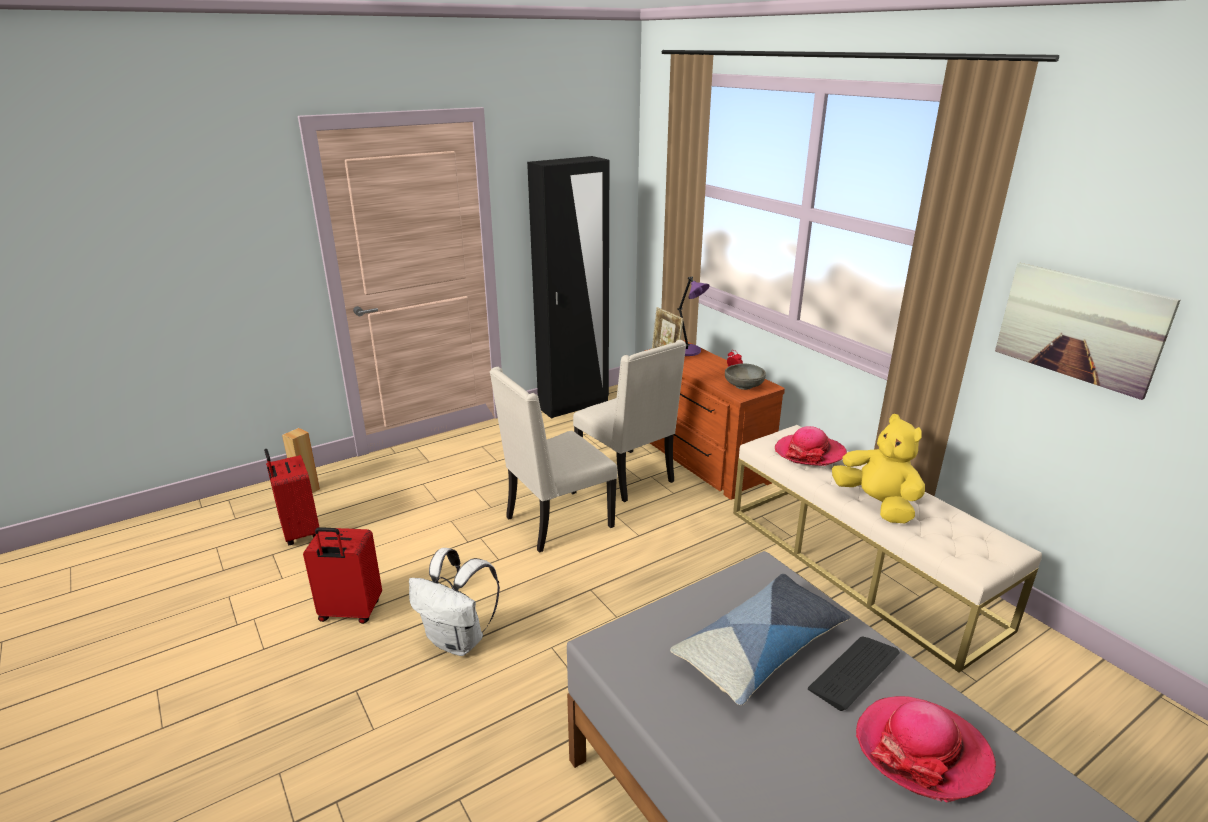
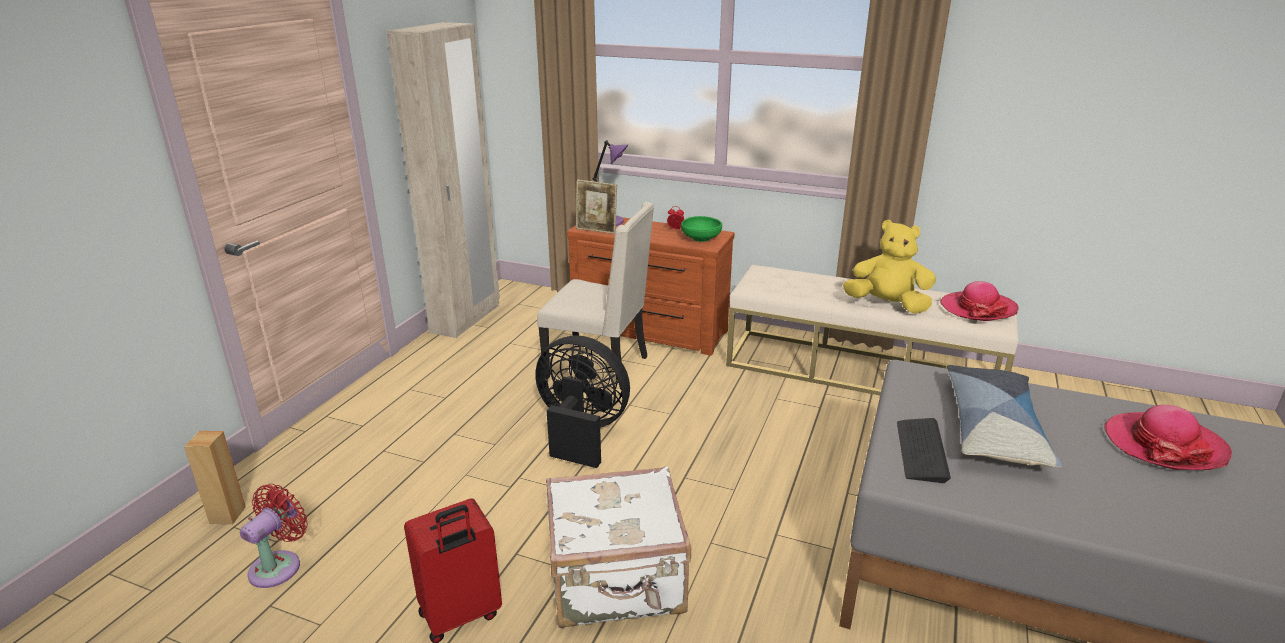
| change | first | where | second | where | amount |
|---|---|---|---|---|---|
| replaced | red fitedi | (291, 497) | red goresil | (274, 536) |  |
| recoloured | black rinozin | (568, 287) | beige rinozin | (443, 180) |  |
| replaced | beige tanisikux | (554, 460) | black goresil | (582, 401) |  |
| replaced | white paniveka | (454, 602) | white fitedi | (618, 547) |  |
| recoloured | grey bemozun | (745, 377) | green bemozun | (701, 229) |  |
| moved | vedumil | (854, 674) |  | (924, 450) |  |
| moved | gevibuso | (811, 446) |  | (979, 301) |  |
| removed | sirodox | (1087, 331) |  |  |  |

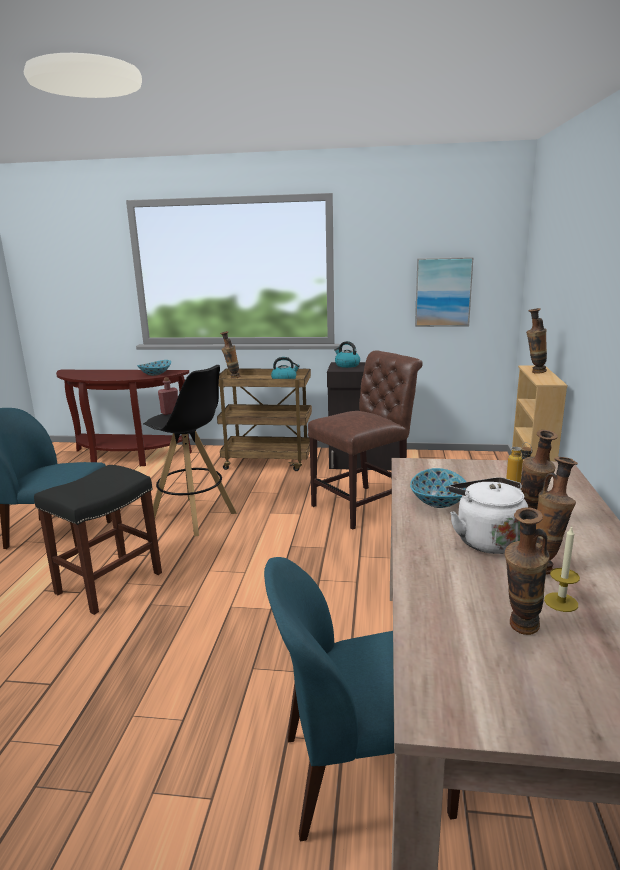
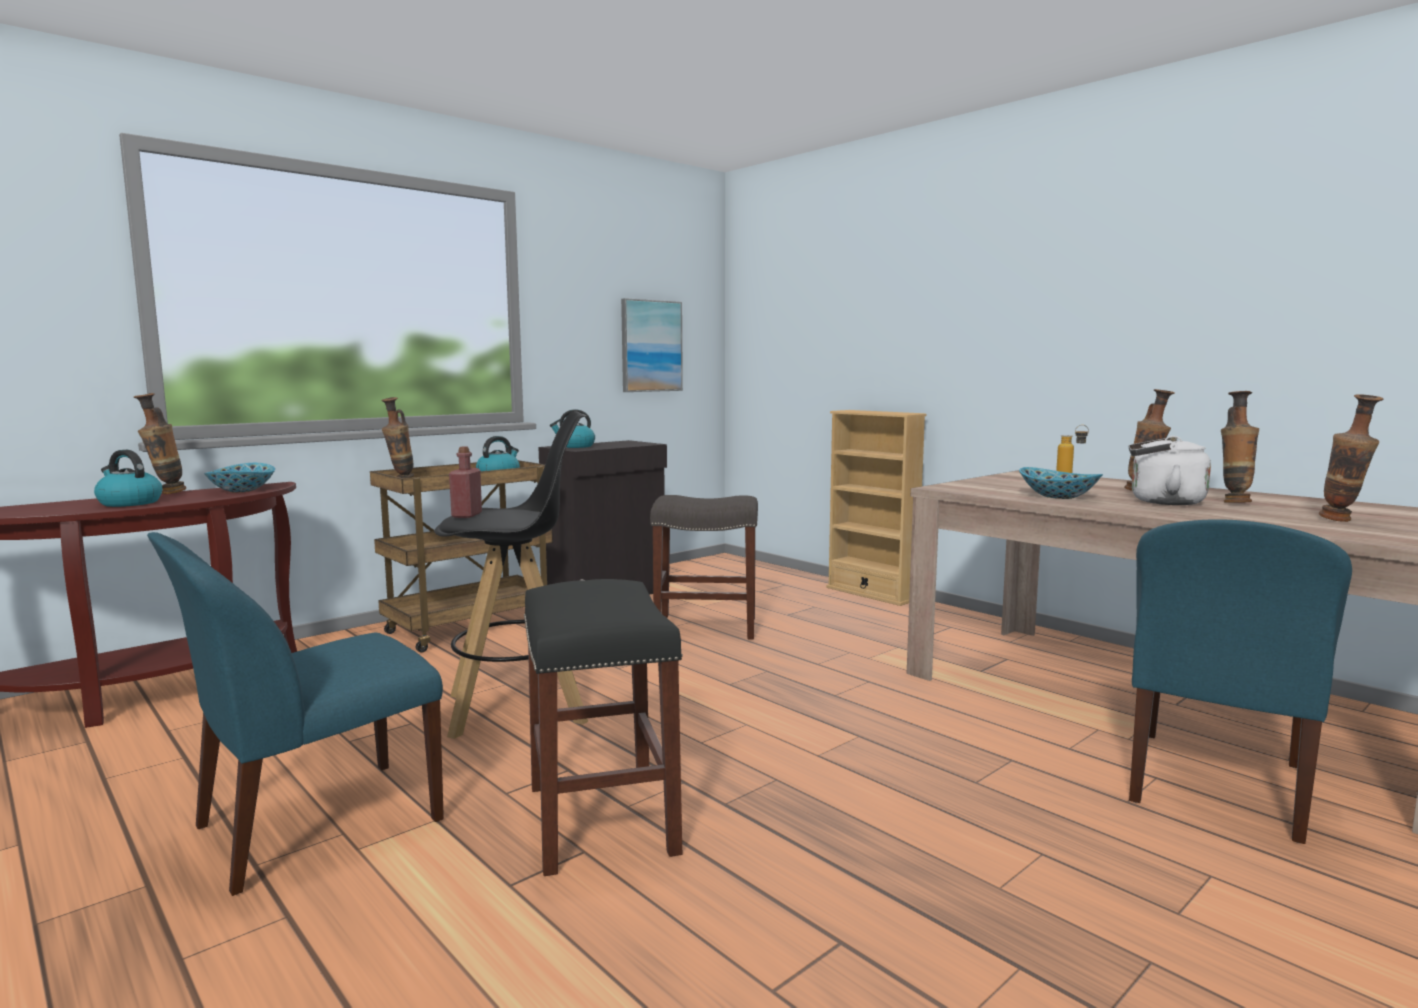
| change | first | where | second | where | amount |
|---|---|---|---|---|---|
| added |  |  | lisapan | (128, 478) |  |
| moved | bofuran | (536, 341) |  | (160, 443) |  |
| replaced | brown tanisikux | (365, 440) | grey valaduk | (704, 567) |  |
| removed | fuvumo | (562, 569) |  |  |  |

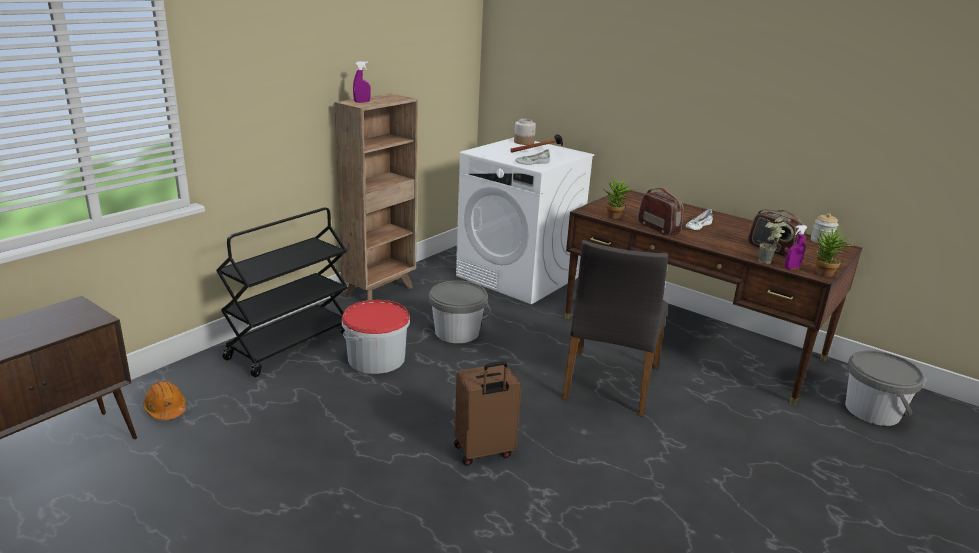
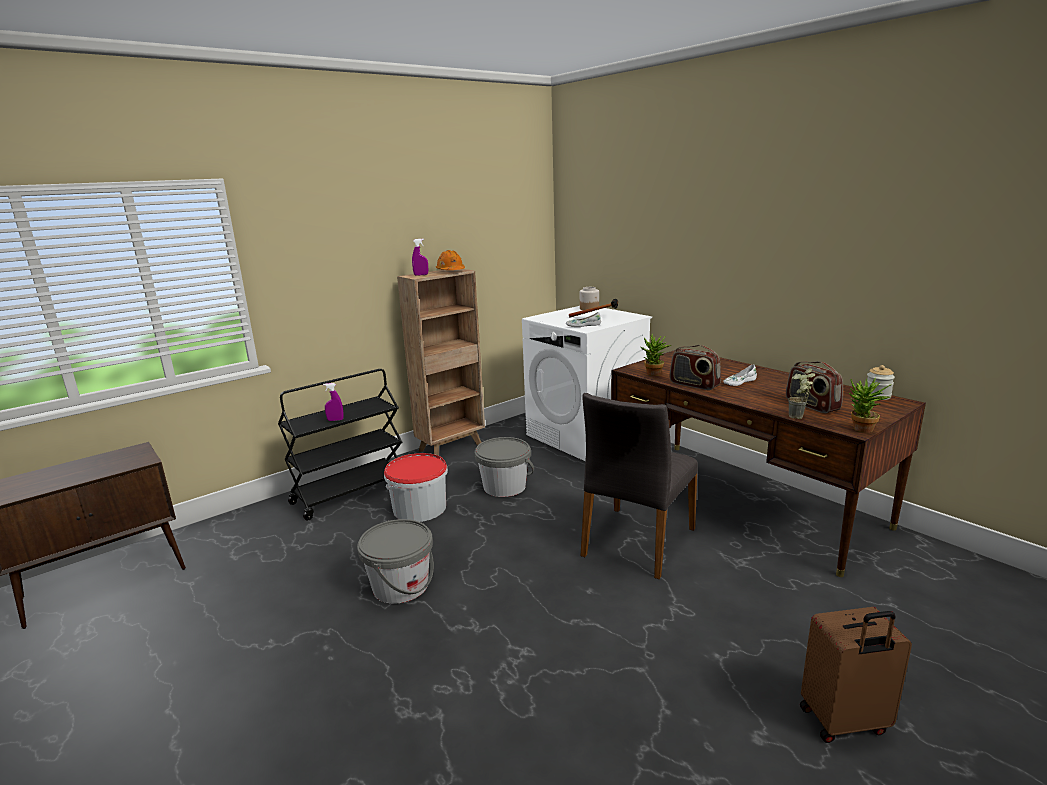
| change | first | where | second | where | amount |
|---|---|---|---|---|---|
| moved | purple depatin | (796, 247) |  | (333, 402) |  |
| moved | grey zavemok | (884, 388) |  | (395, 561) |  |
| moved | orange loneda | (164, 400) |  | (450, 260) |  |
| turned | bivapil | (660, 212) |  | (695, 367) | 150 degrees clockwise |
| moved | brown fitedi | (488, 413) |  | (856, 675) |  |

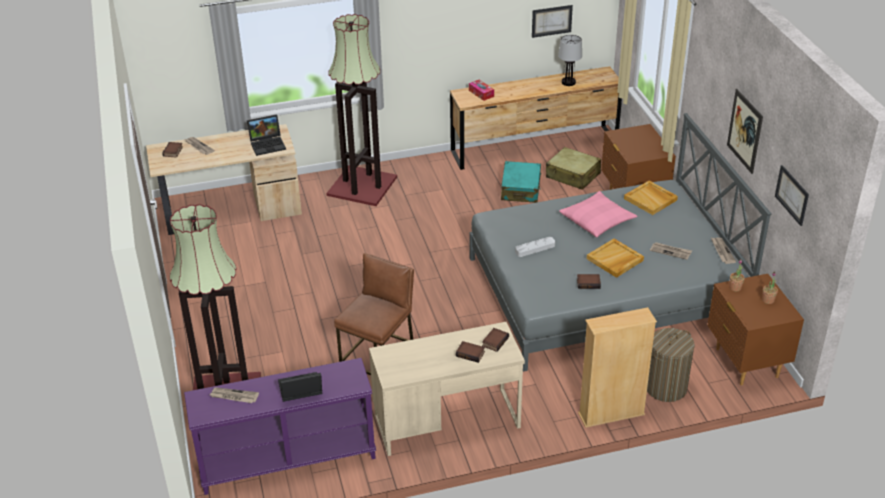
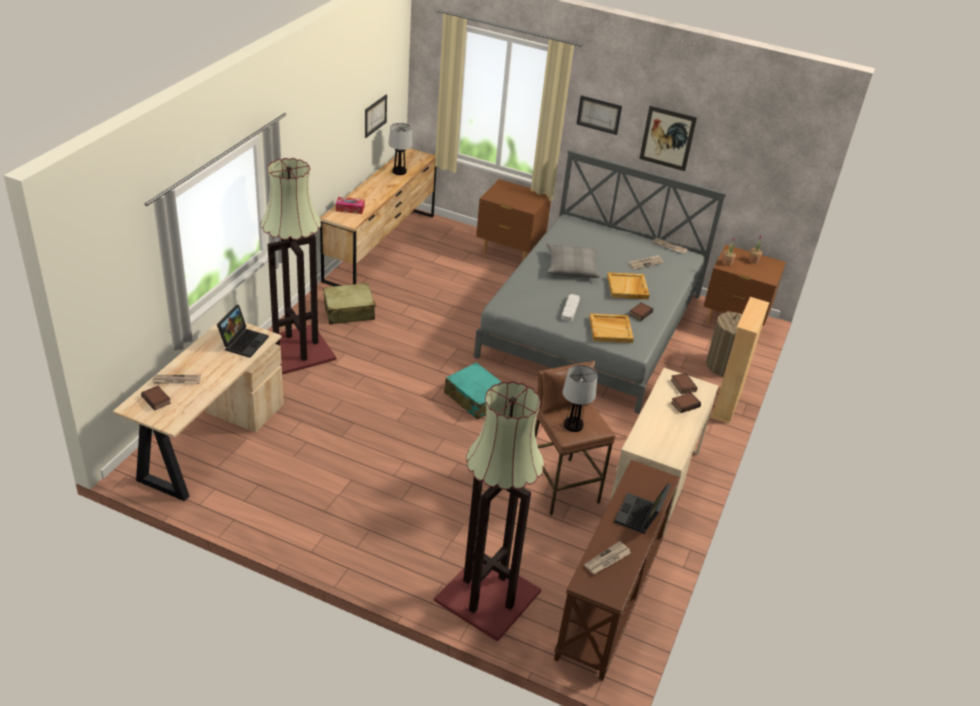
| change | first | where | second | where | amount |
|---|---|---|---|---|---|
| moved | beige fitedi | (573, 168) |  | (350, 304) |  |
| moved | turquoise fitedi | (521, 182) |  | (472, 391) |  |
| recoloured | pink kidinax | (598, 214) | grey kidinax | (573, 261) |  |
| recoloured | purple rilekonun | (280, 426) | brown rilekonun | (617, 570) |  |
| added |  |  | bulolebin | (580, 398) |  |
| moved | sirodox | (792, 195) |  | (599, 115) |  |
| moved | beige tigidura | (651, 198) |  | (611, 328) |  |

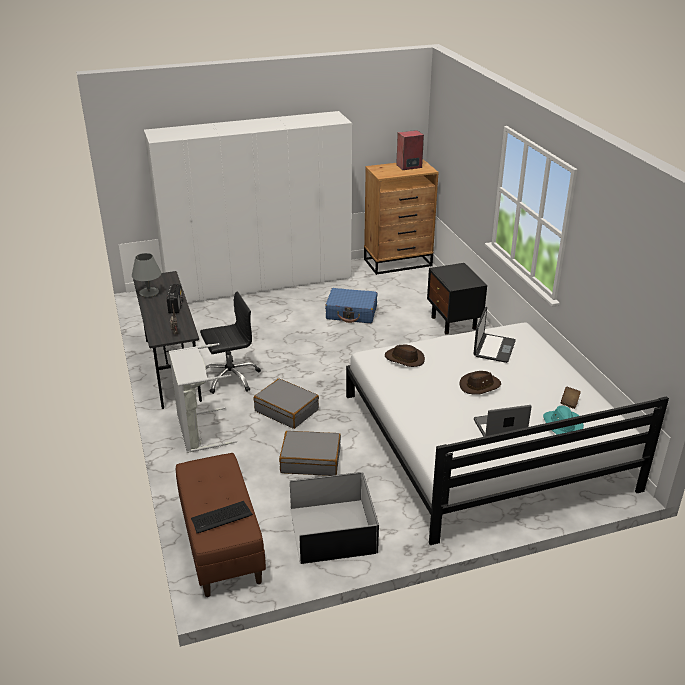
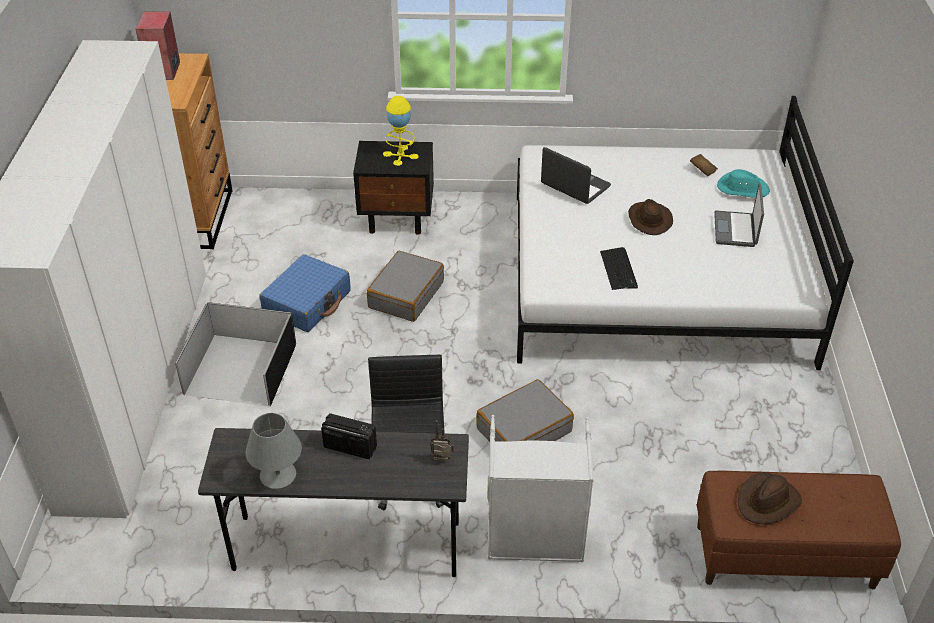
| change | first | where | second | where | amount |
|---|---|---|---|---|---|
| moved | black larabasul | (334, 518) |  | (235, 354) |  |
| moved | grey fitedi | (310, 453) |  | (405, 286) |  |
| added |  |  | yellow bulolebin | (400, 131) |  |
| moved | vedumil | (222, 517) |  | (619, 268) |  |
| moved | brown gevibuso | (405, 356) |  | (770, 498) |  |

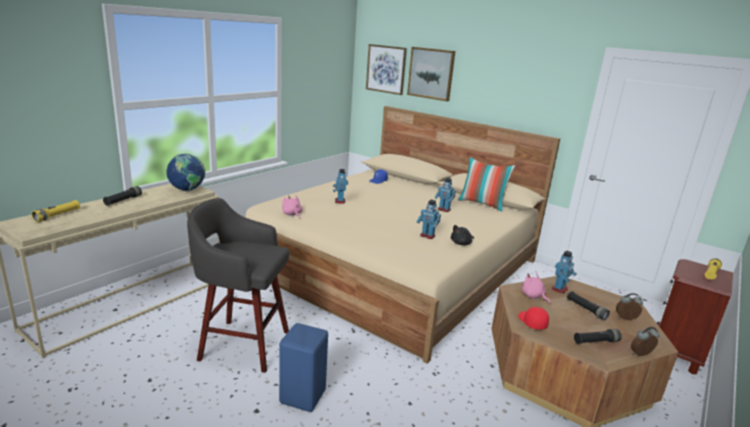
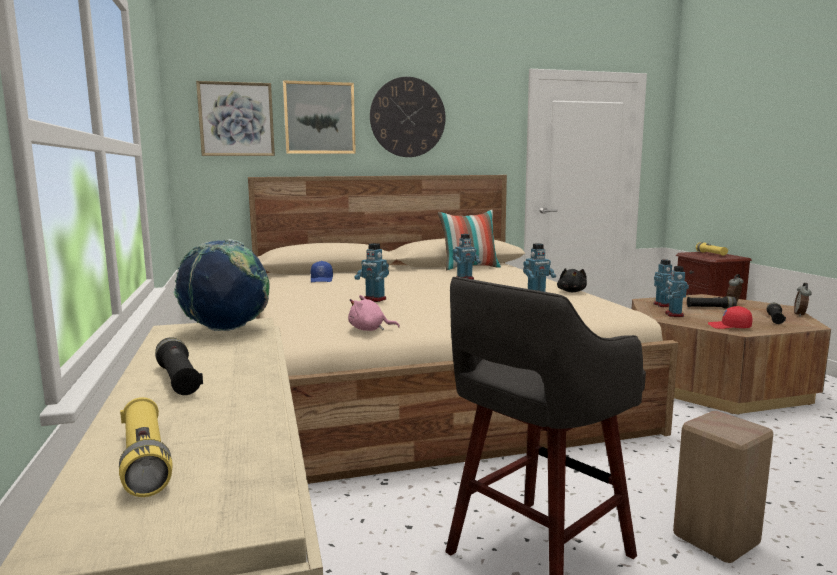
| change | first | where | second | where | amount |
|---|---|---|---|---|---|
| added |  |  | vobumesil | (408, 117) |  |
| replaced | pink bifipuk | (536, 288) | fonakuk | (675, 291) |  |
| recoloured | blue valaduk | (303, 367) | beige valaduk | (723, 487) |  |

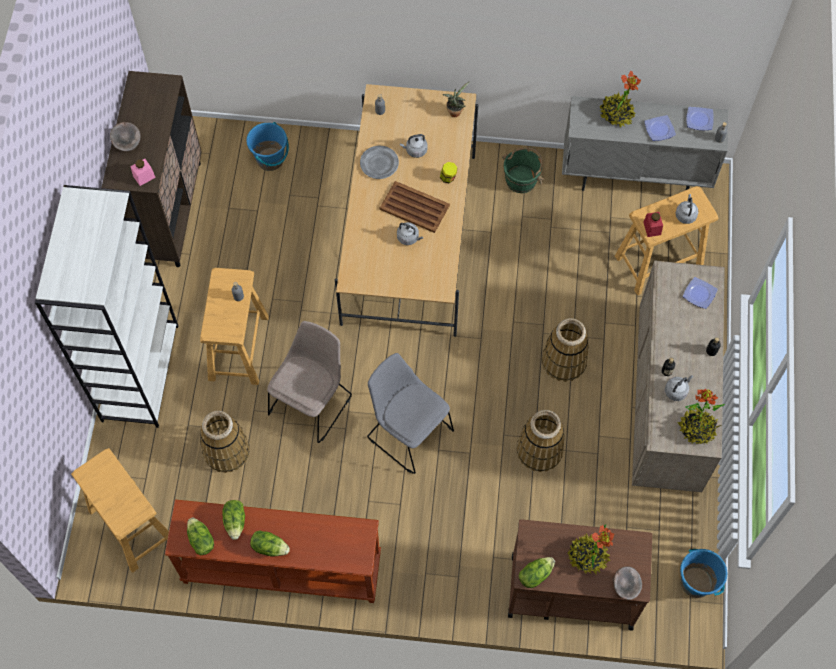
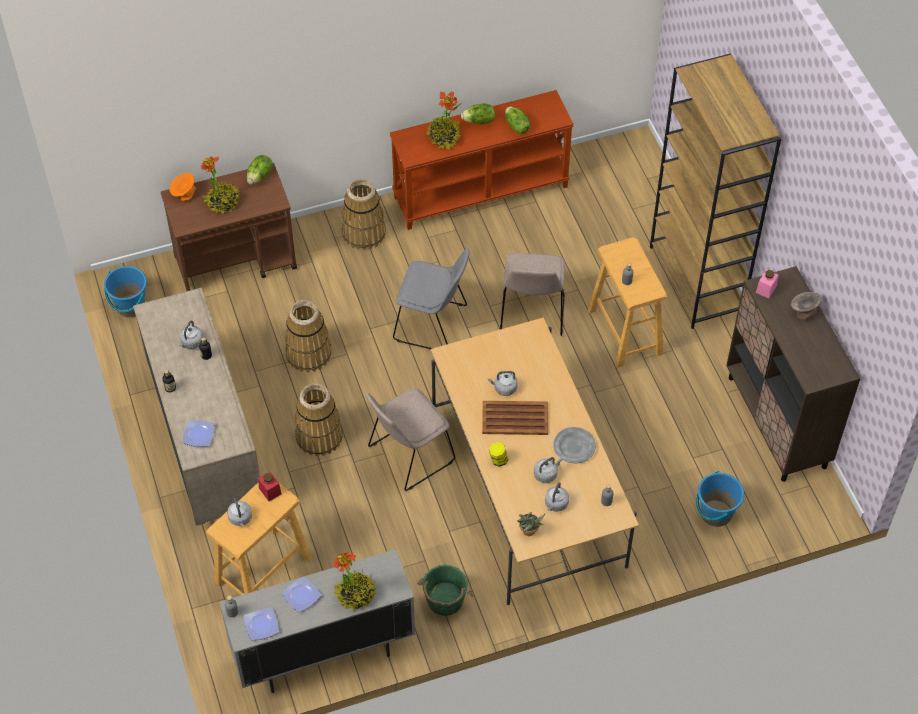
| change | first | where | second | where | amount |
|---|---|---|---|---|---|
| recoloured | grey bemozun | (627, 583) | orange bemozun | (183, 187) |  |
| moved | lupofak | (225, 442) |  | (364, 214) |  |
| added |  |  | beige tanisikux | (410, 439) |  |
| moved | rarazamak | (701, 417) |  | (444, 120) |  |
| added |  |  | grey lisapan | (557, 497) |  |
| recoloured | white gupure | (107, 306) | brown gupure | (715, 191) |  |
| removed | beige valaduk | (120, 510) |  |  |  |
| removed | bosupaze | (200, 536) |  |  |  |

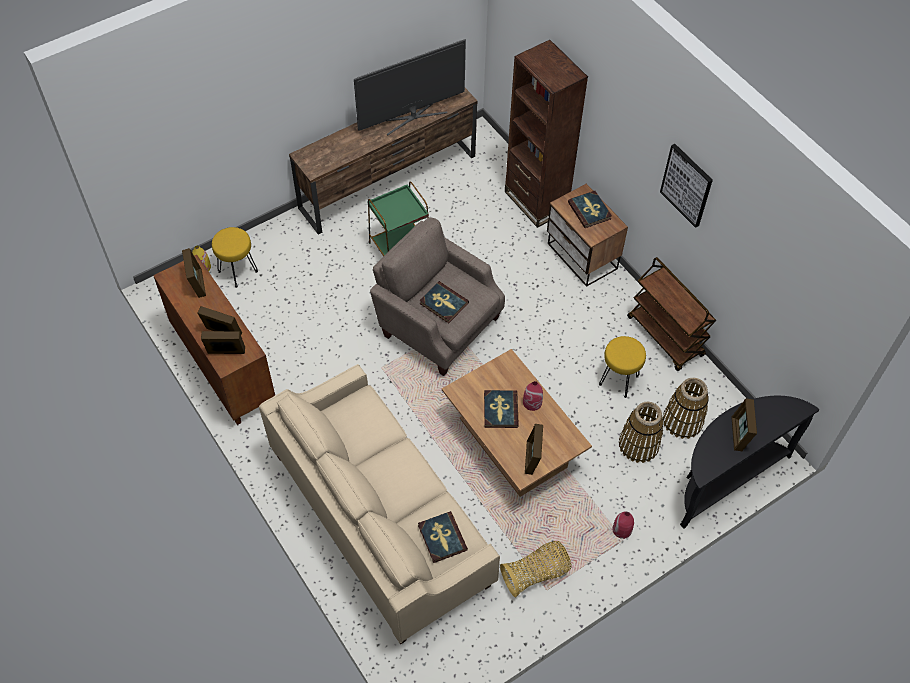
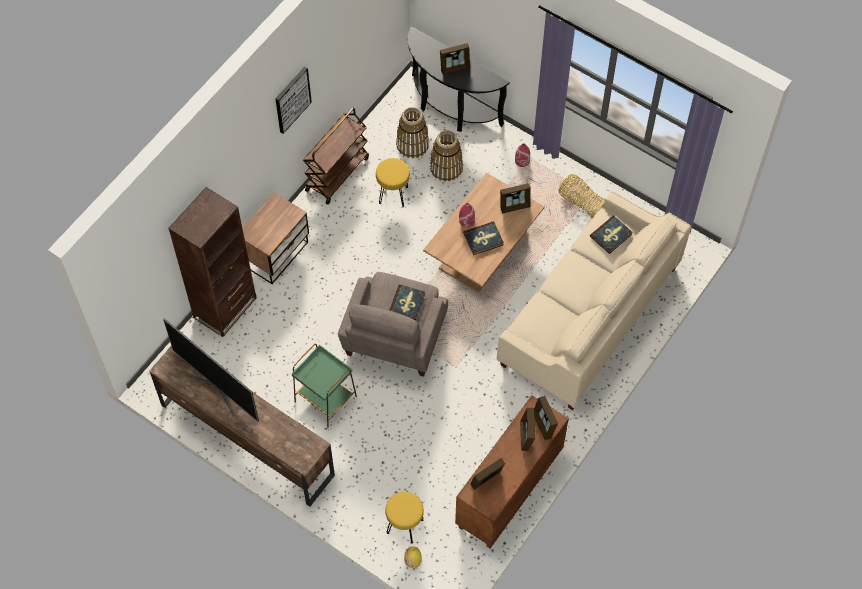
| change | first | where | second | where | amount |
|---|---|---|---|---|---|
| removed | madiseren | (590, 209) |  |  |  |

